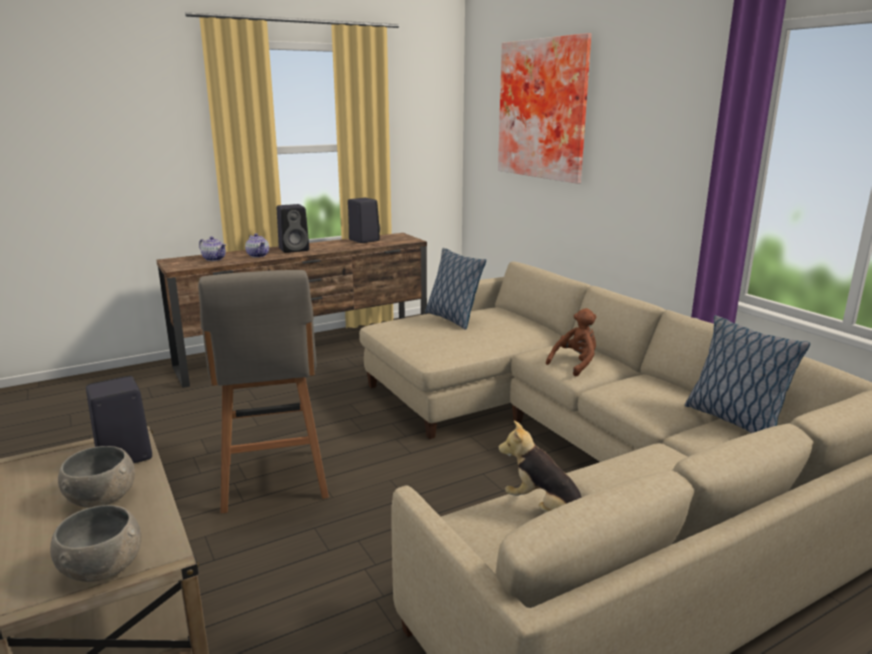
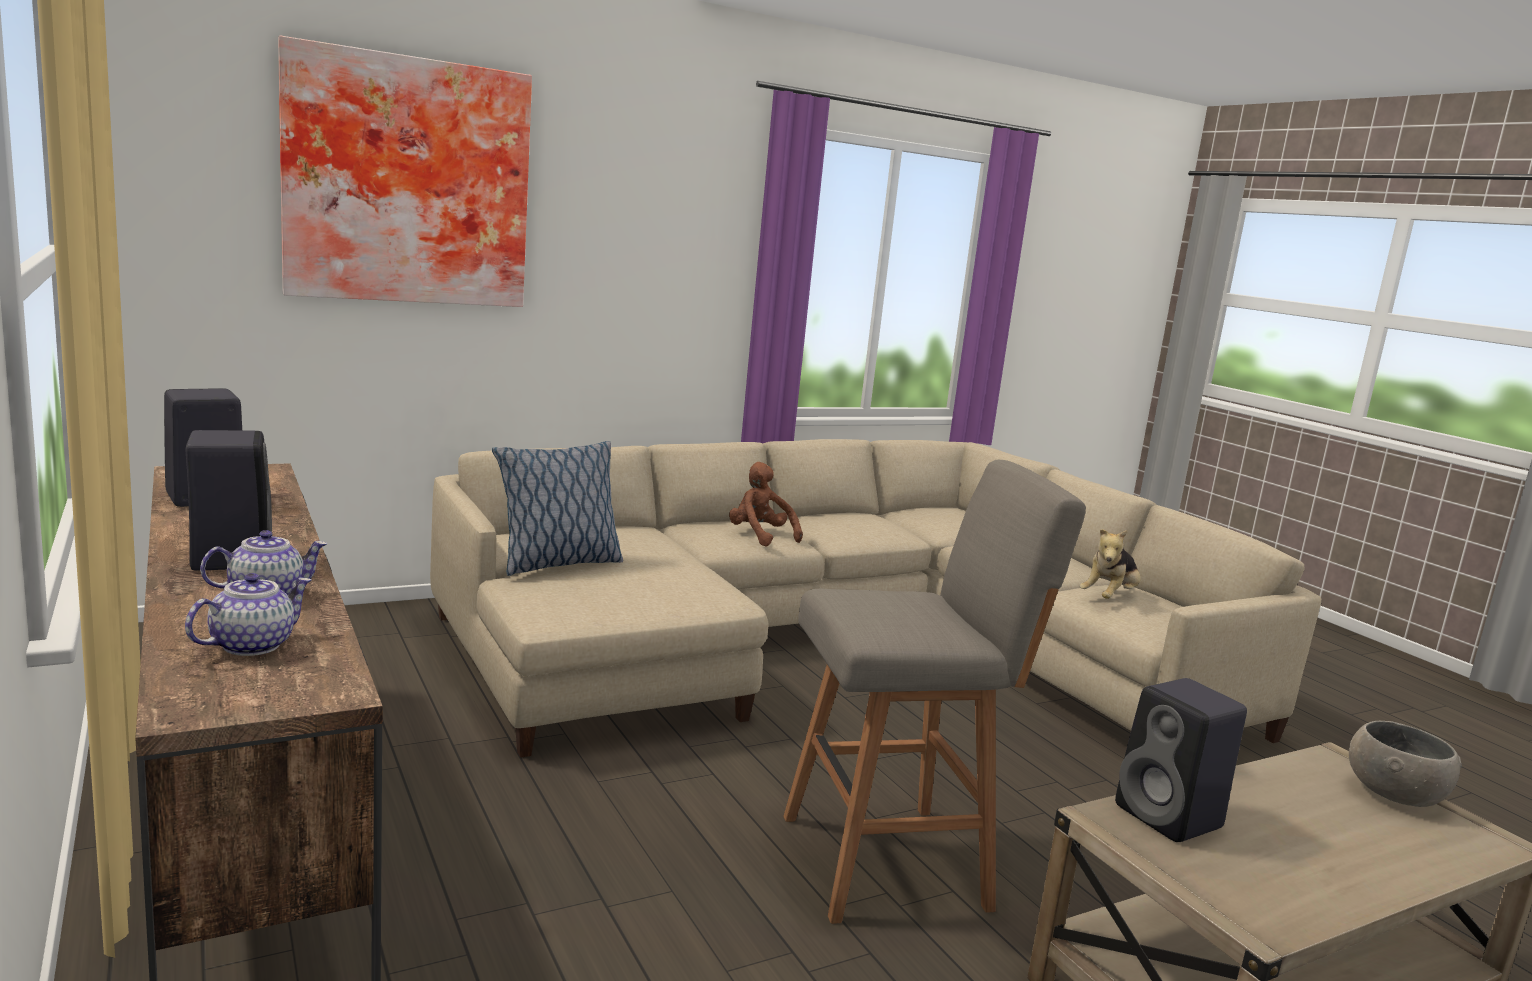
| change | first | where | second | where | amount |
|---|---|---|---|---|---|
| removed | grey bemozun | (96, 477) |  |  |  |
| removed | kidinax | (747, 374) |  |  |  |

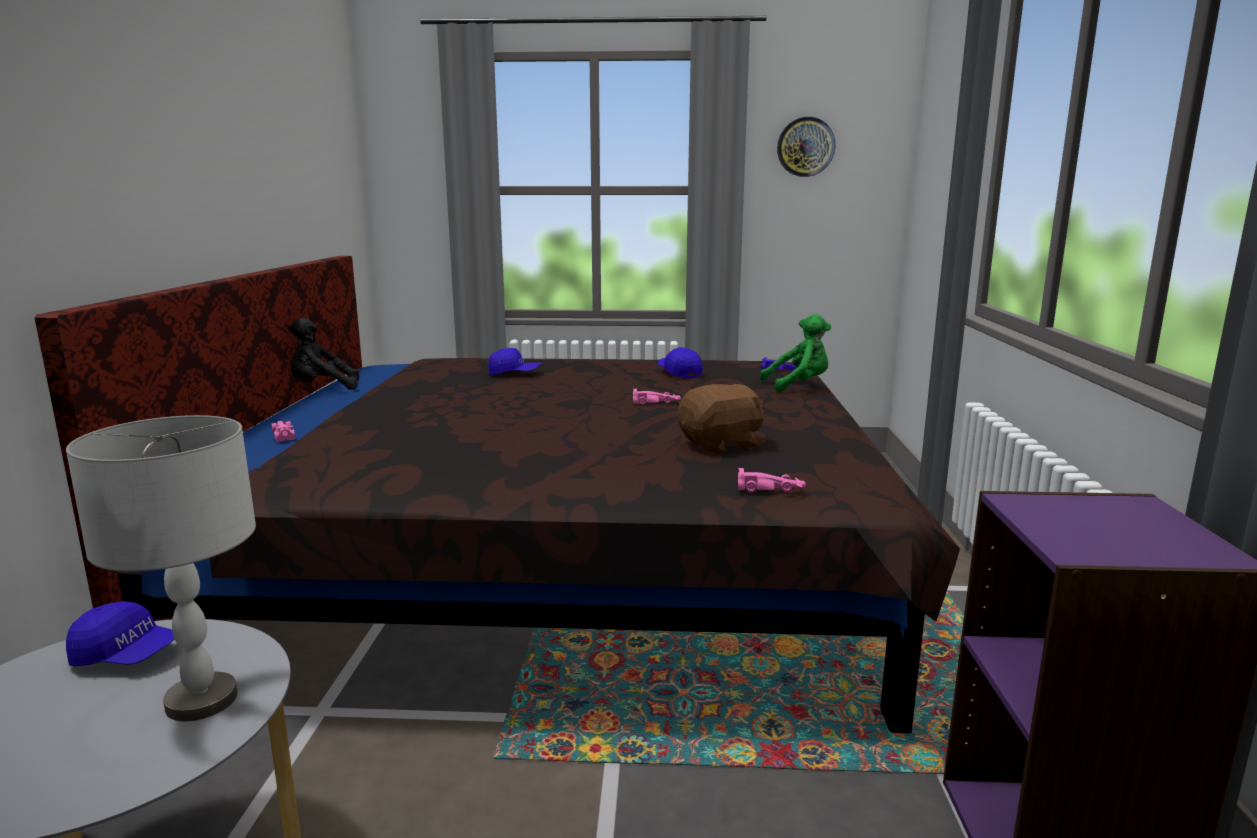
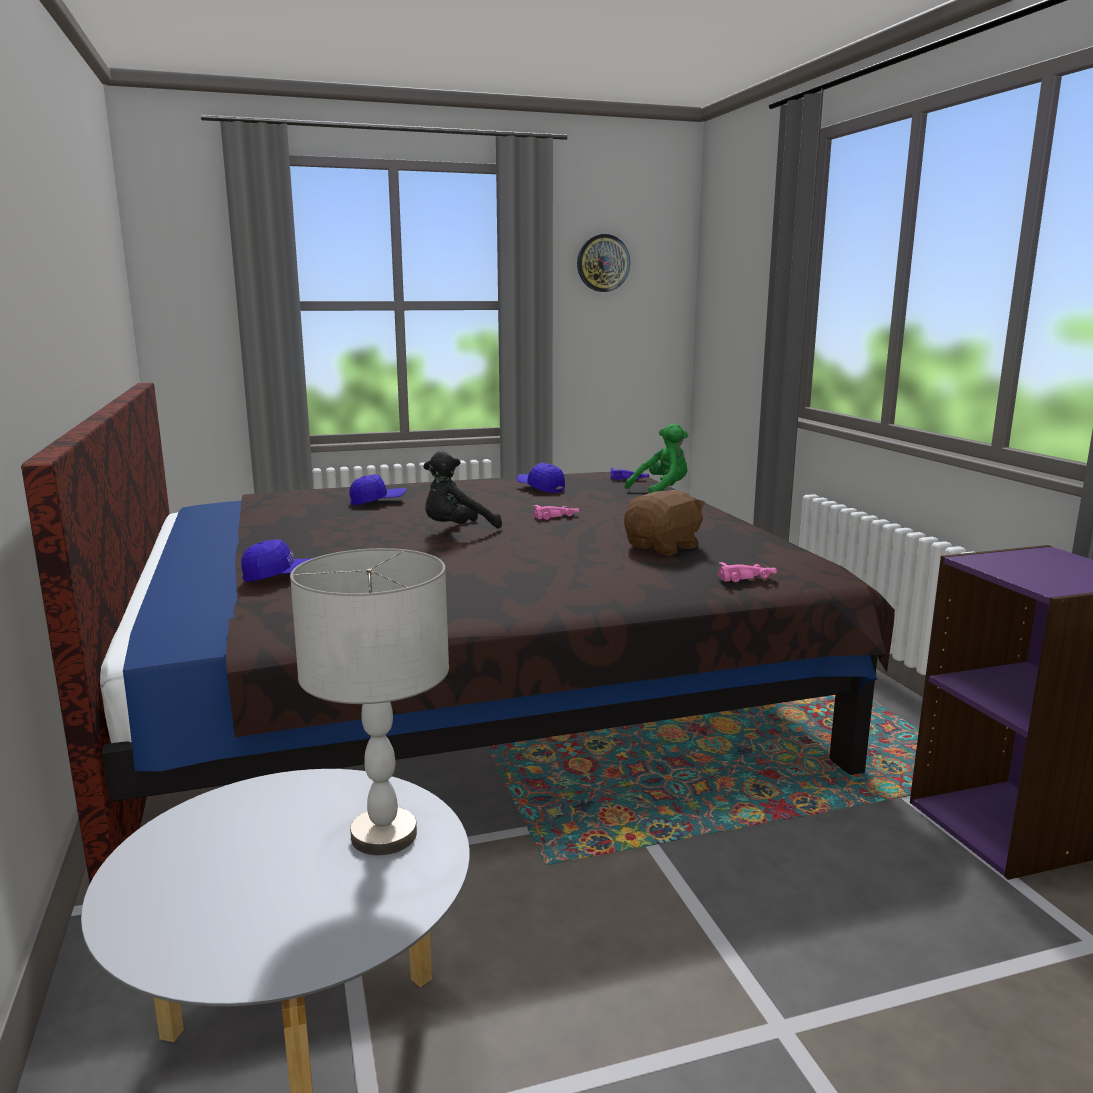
| change | first | where | second | where | amount |
|---|---|---|---|---|---|
| moved | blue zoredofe | (120, 634) |  | (277, 560) |  |
| moved | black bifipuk | (324, 354) |  | (462, 489) |  |
| removed | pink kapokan | (283, 431) |  |  |  |

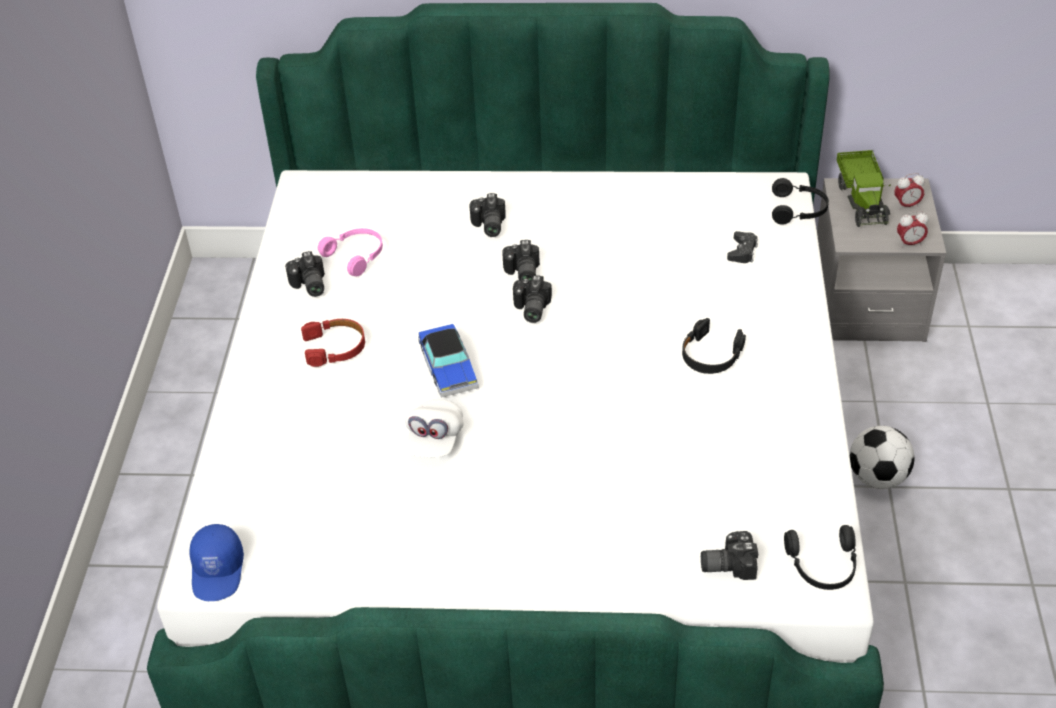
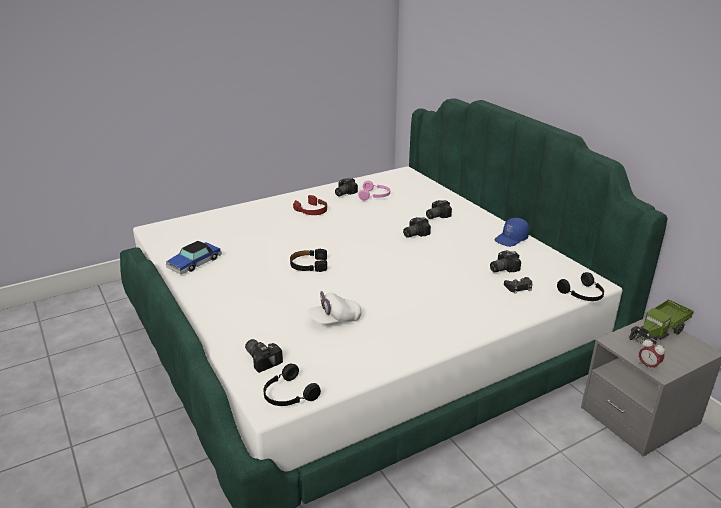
| change | first | where | second | where | amount |
|---|---|---|---|---|---|
| moved | kapokan | (448, 361) |  | (194, 258) |  |
| moved | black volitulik | (714, 346) |  | (308, 260) |  |
| moved | white zoredofe | (434, 428) |  | (334, 307) |  |
| moved | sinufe | (532, 299) |  | (505, 261) |  |
| moved | blue zoredofe | (217, 562) |  | (511, 232) |  |
| removed | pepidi | (881, 457) |  |  |  |
| removed | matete | (909, 191) |  |  |  |

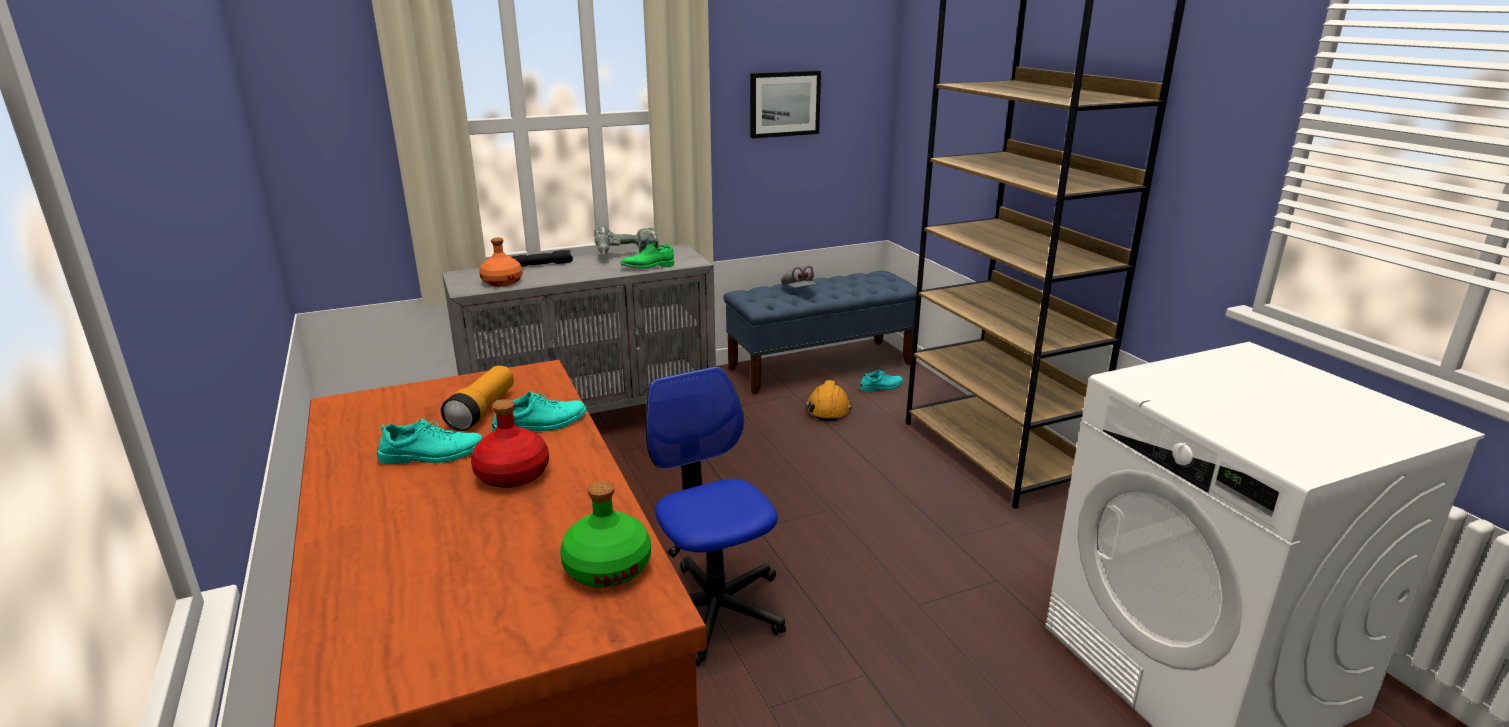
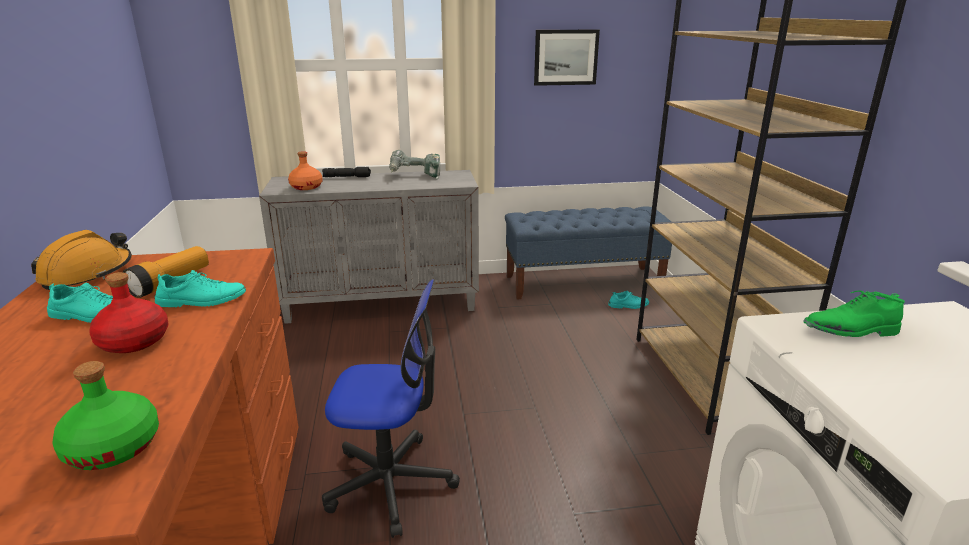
| change | first | where | second | where | amount |
|---|---|---|---|---|---|
| moved | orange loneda | (829, 400) |  | (81, 260) |  |
| turned | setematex | (716, 516) |  | (391, 408) | 105 degrees clockwise |
| moved | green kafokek | (647, 255) |  | (854, 313) |  |
| removed | grey zoredofe | (799, 277) |  |  |  |

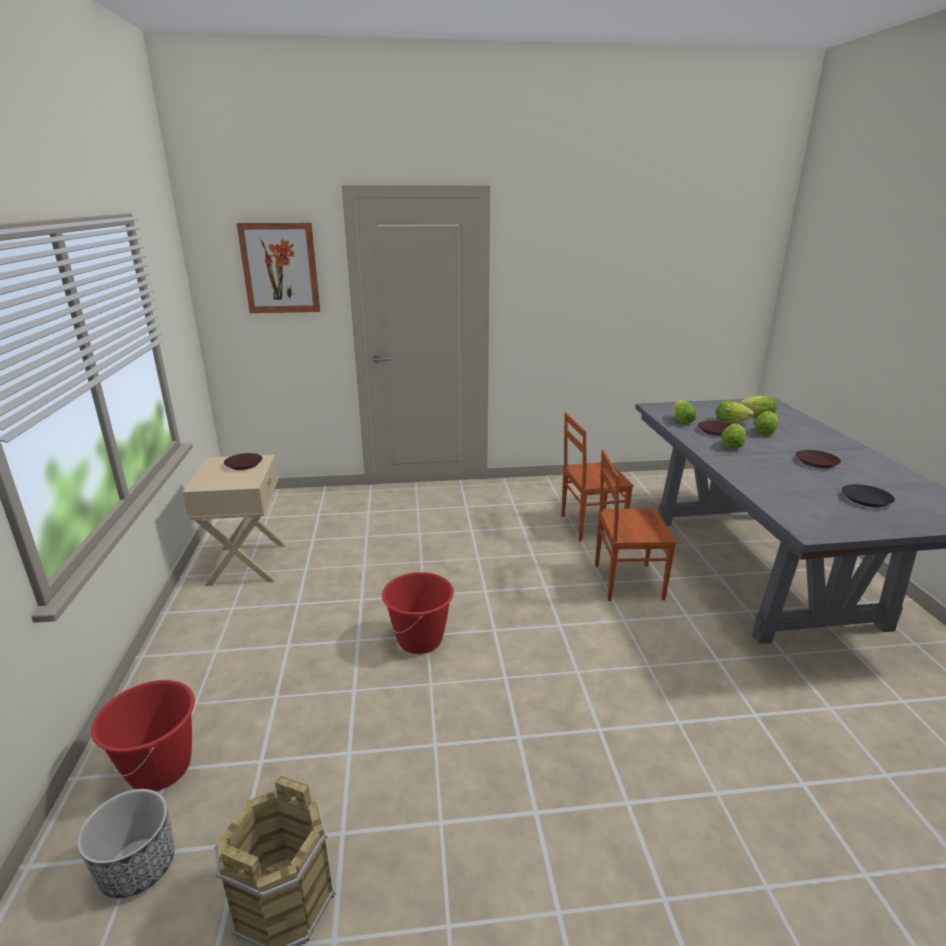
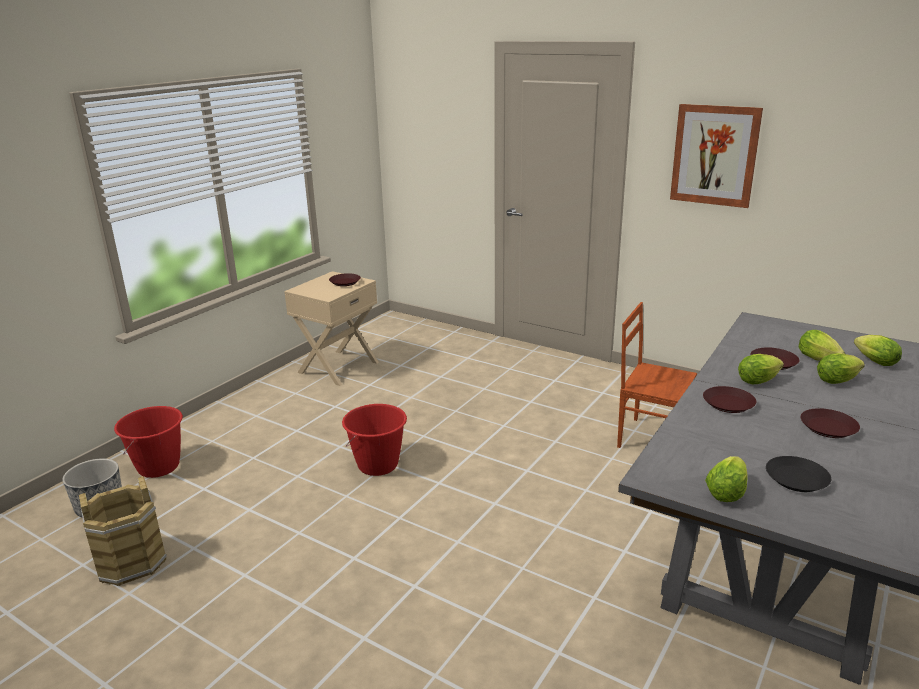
| change | first | where | second | where | amount |
|---|---|---|---|---|---|
| moved | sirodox | (278, 268) |  | (716, 156) |  |
| added |  |  | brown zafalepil | (729, 399) |  |
| moved | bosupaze | (684, 412) |  | (726, 479) |  |
| removed | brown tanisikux | (636, 525) |  |  |  |

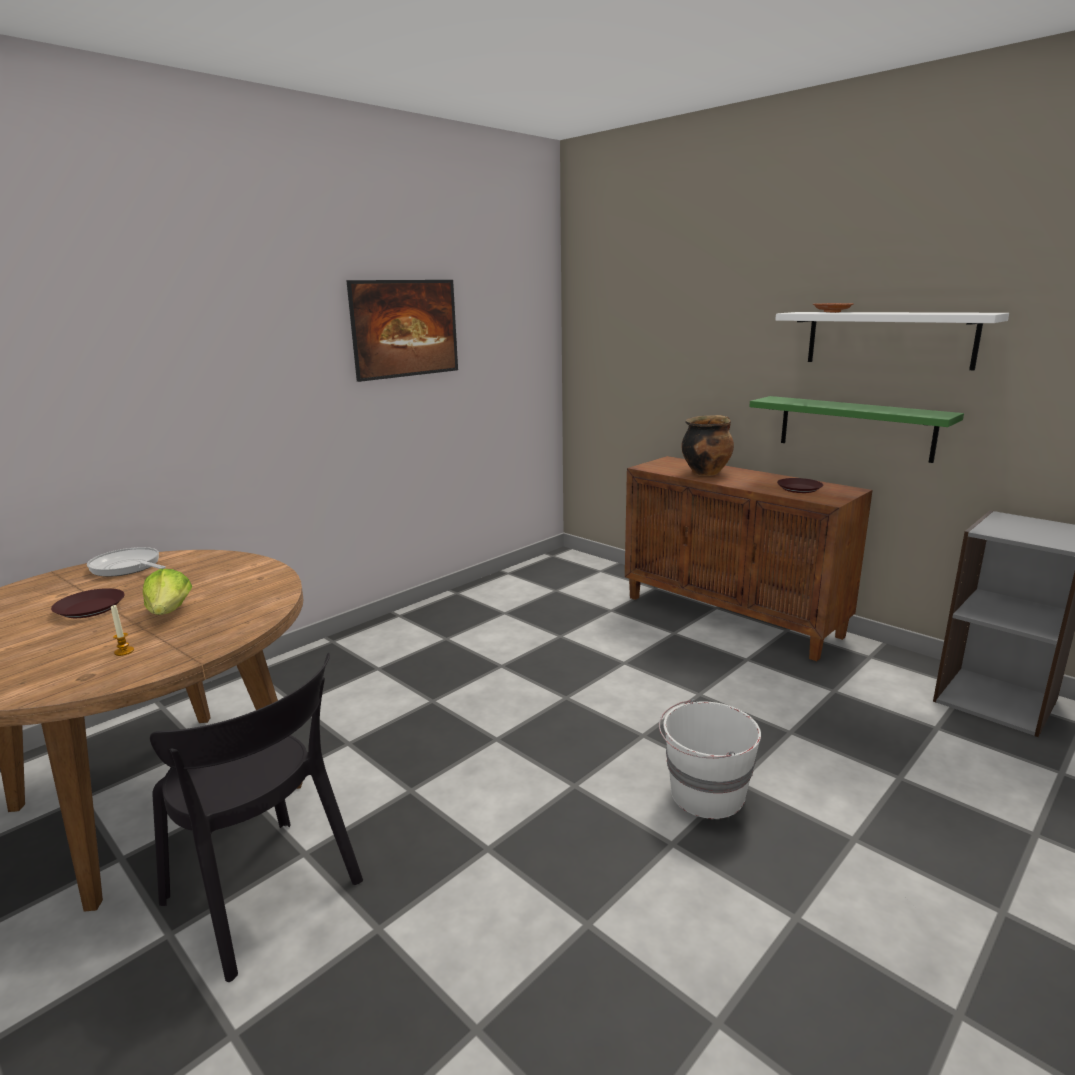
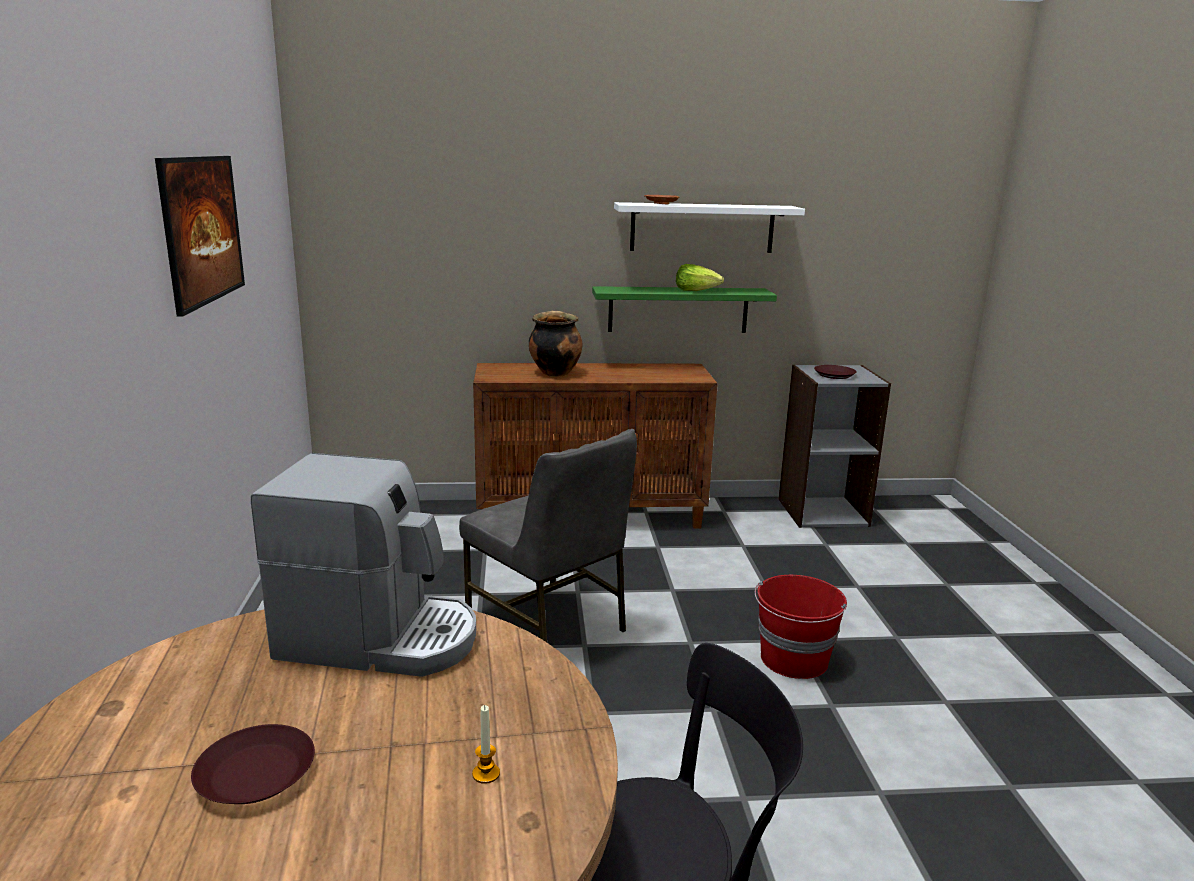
| change | first | where | second | where | amount |
|---|---|---|---|---|---|
| added |  |  | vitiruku | (363, 565) |  |
| added |  |  | grey tanisikux | (548, 535) |  |
| moved | bosupaze | (167, 592) |  | (700, 277) |  |
| recoloured | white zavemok | (710, 759) | red zavemok | (801, 627) |  |
| moved | brown zafalepil | (800, 485) |  | (835, 372) |  |
| removed | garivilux | (126, 562) |  |  |  |

